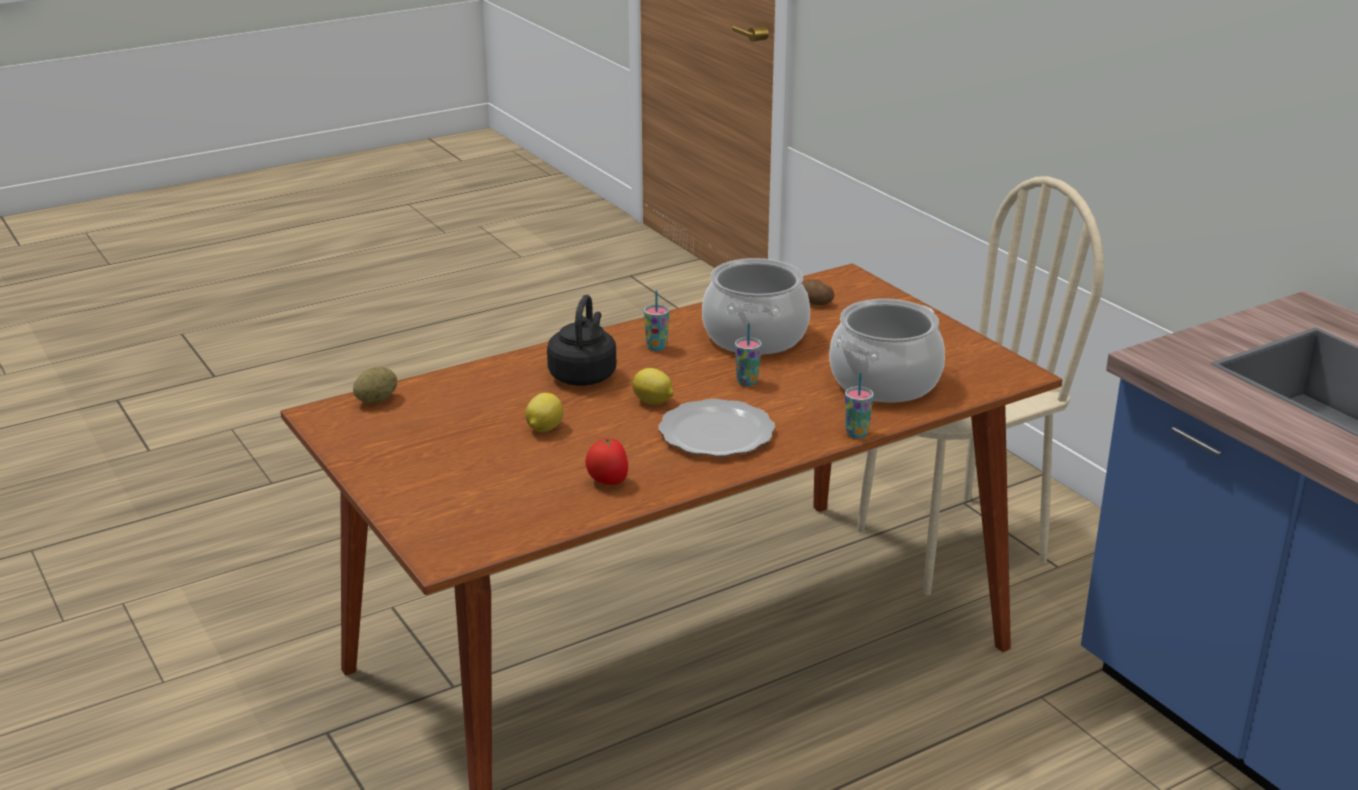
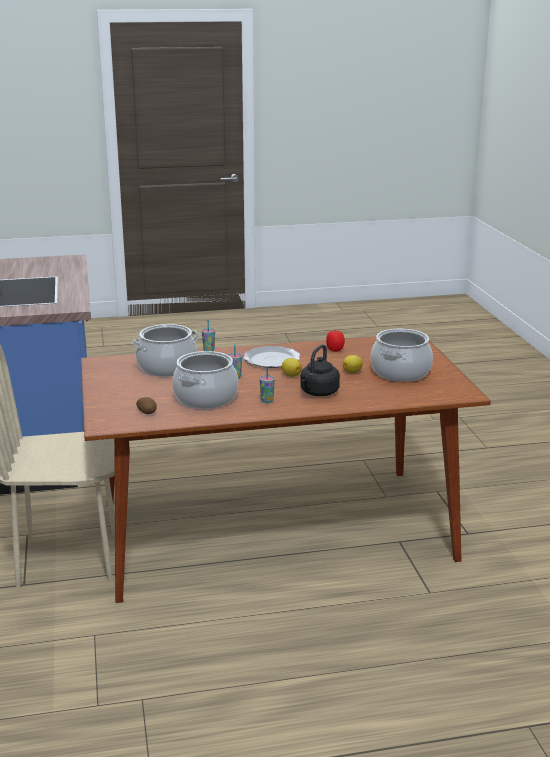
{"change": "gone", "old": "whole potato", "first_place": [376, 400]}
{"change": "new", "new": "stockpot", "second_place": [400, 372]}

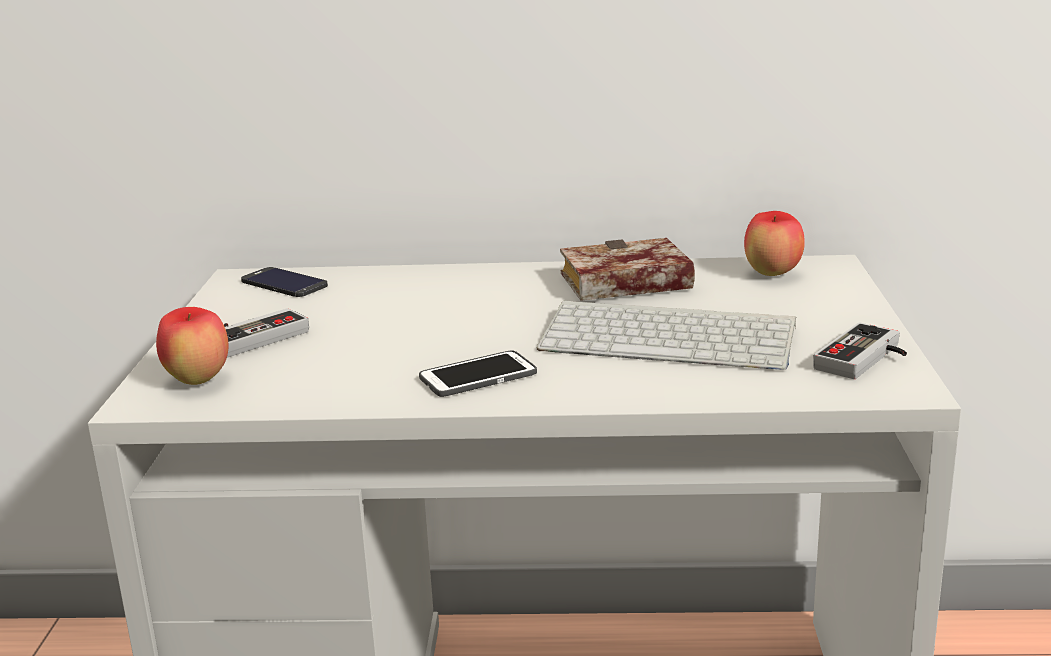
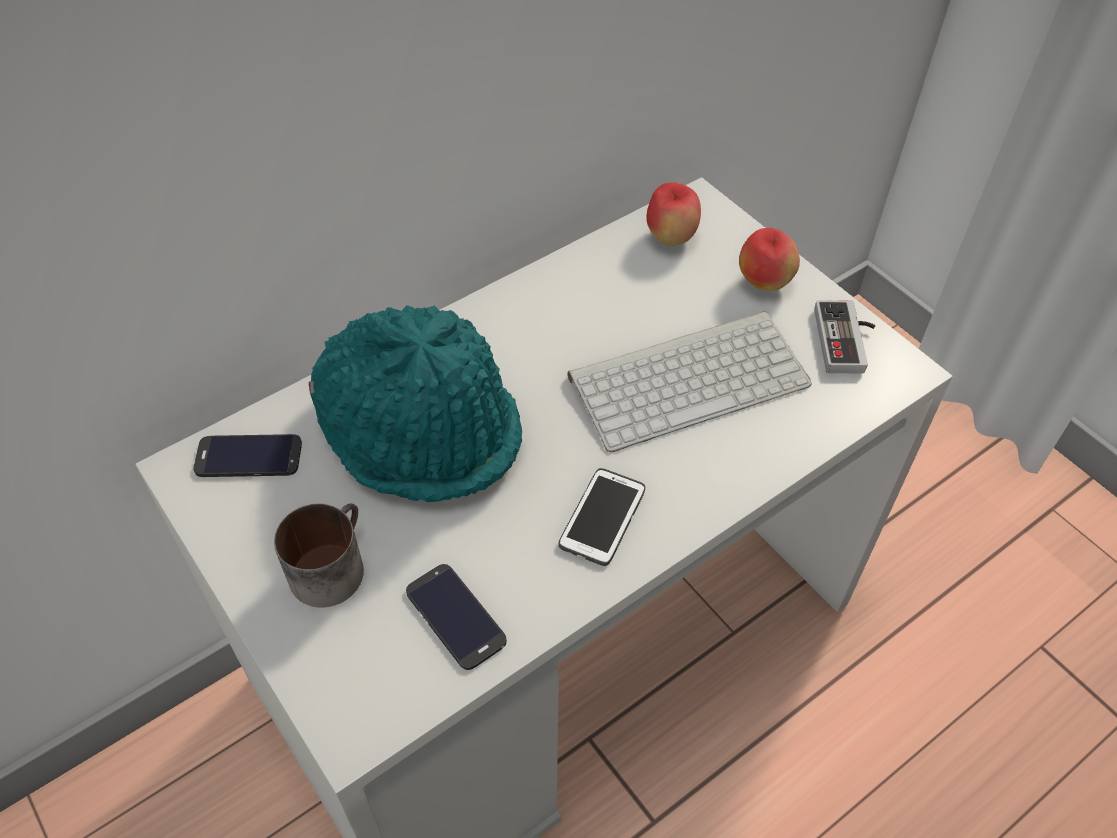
{"change": "gone", "old": "volume", "first_place": [621, 284]}
{"change": "shifted", "old": "apple fruit", "first_place": [198, 380], "second_place": [764, 283]}
{"change": "swapped", "old": "game controller", "new": "mug", "first_place": [253, 336], "second_place": [330, 565]}
{"change": "new", "new": "hat (blue-green)", "second_place": [422, 429]}
{"change": "new", "new": "phone", "second_place": [455, 616]}

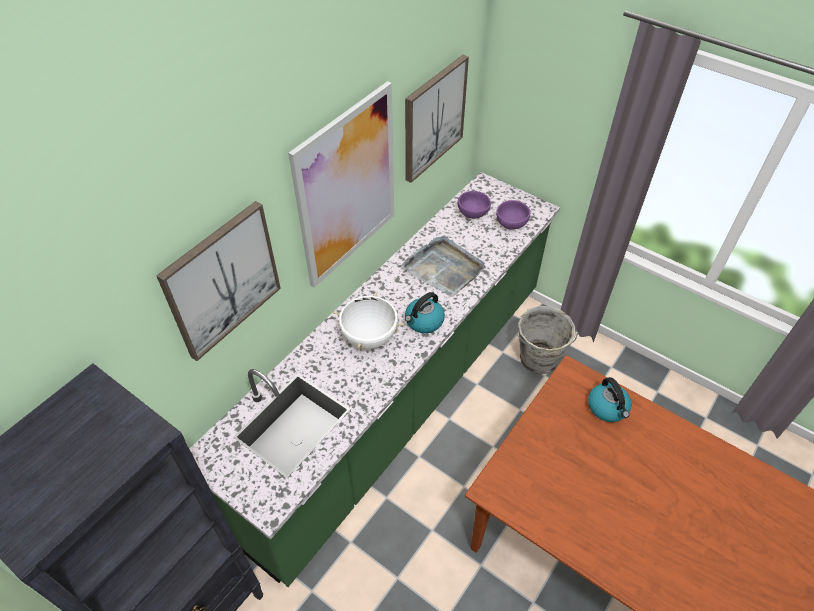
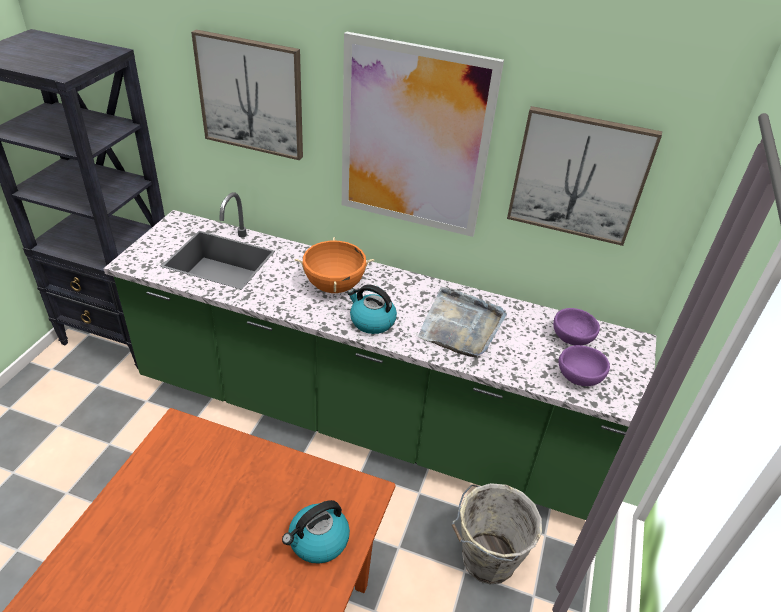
{"change": "repainted", "old": "stockpot (white)", "new": "stockpot (orange)", "first_place": [369, 337], "second_place": [334, 286]}

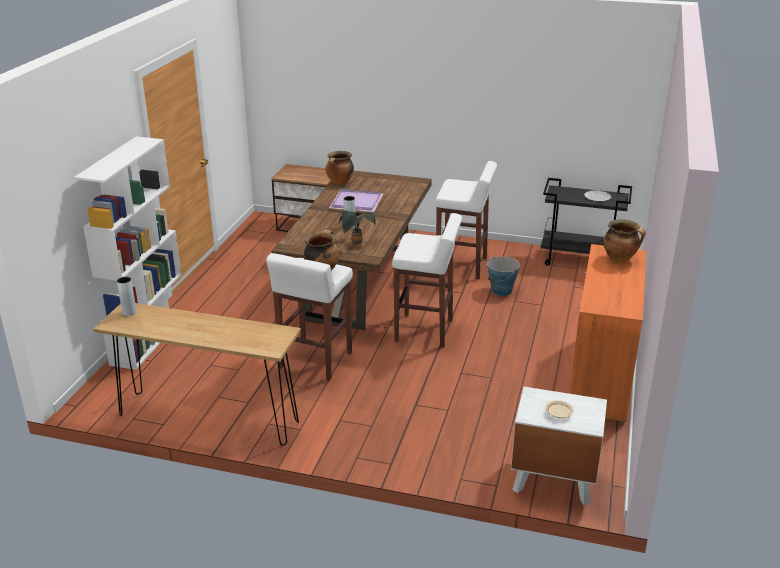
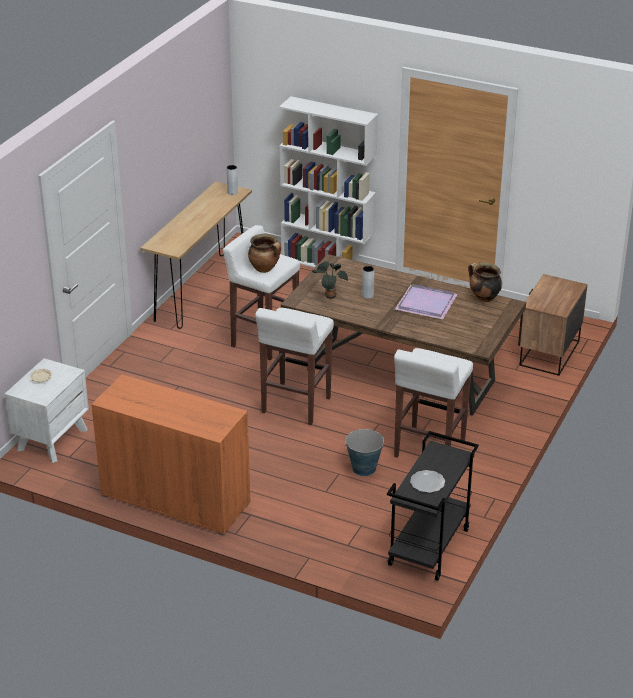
{"change": "gone", "old": "stockpot", "first_place": [620, 259]}

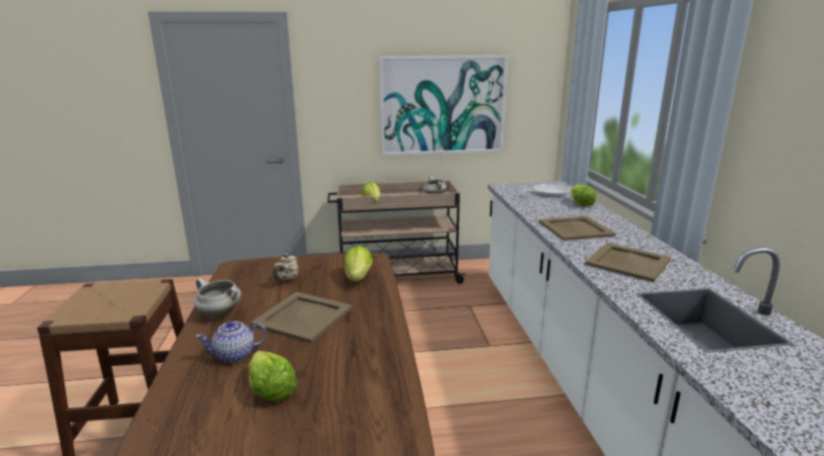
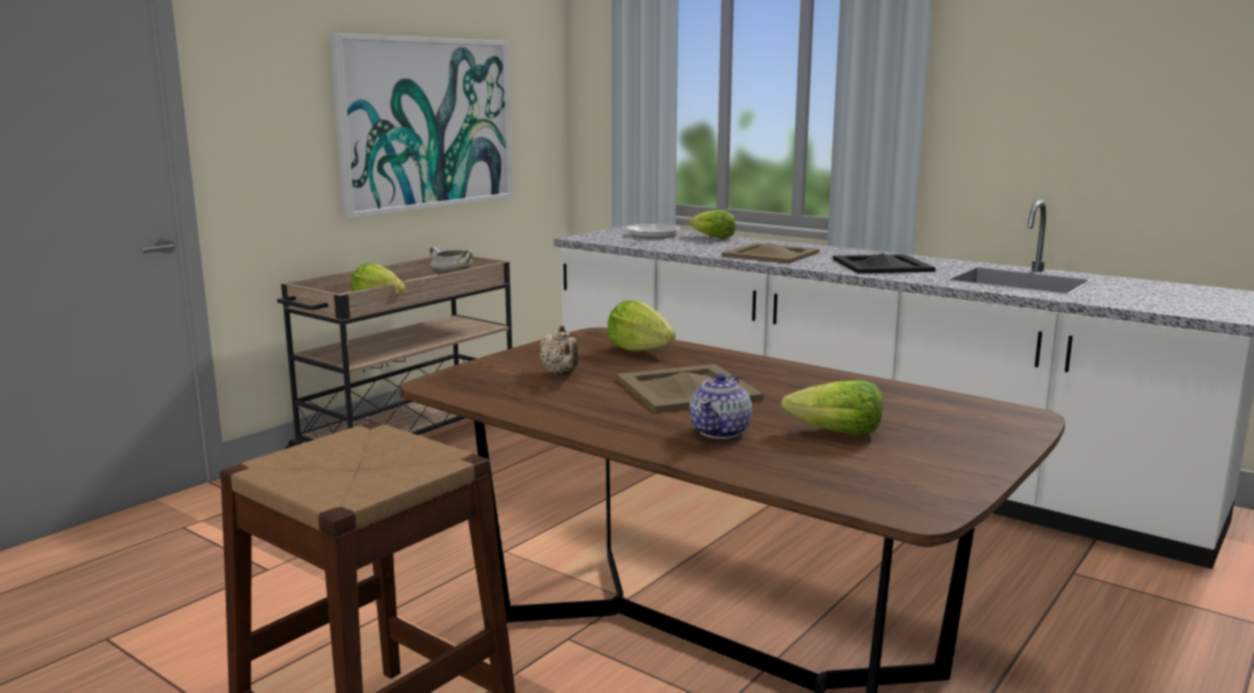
{"change": "repainted", "old": "serving tray (beige)", "new": "serving tray (blackish)", "first_place": [628, 262], "second_place": [882, 265]}
{"change": "gone", "old": "stockpot (white)", "first_place": [219, 313]}

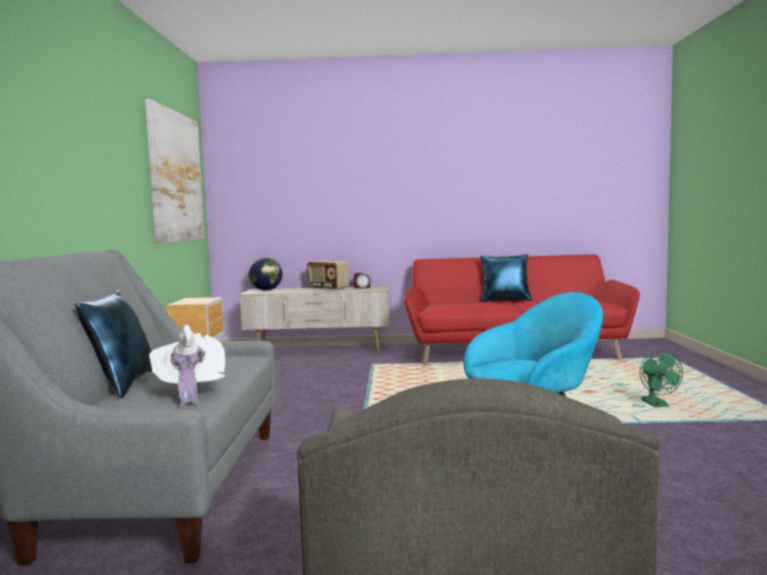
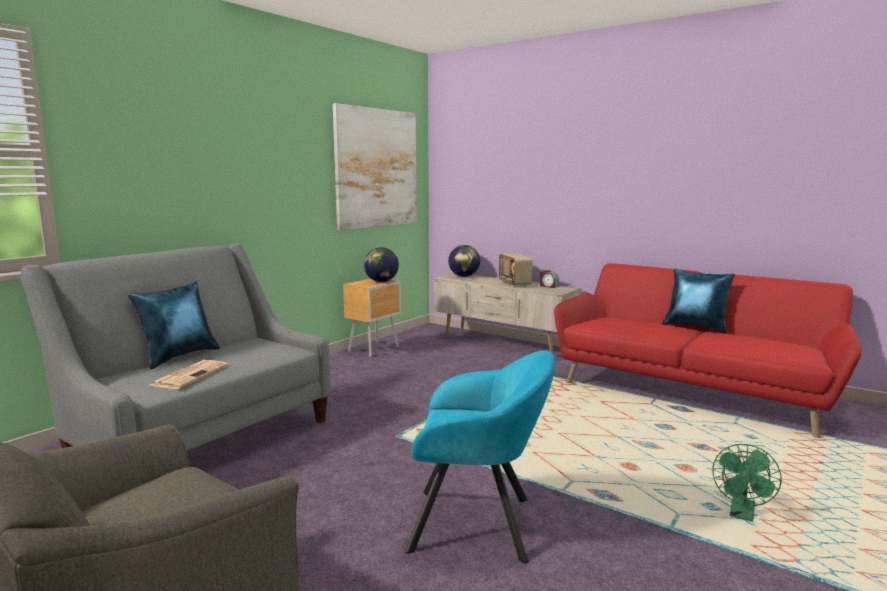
{"change": "swapped", "old": "hat (white)", "new": "printed paper", "first_place": [190, 391], "second_place": [190, 375]}
{"change": "new", "new": "world globe", "second_place": [381, 281]}

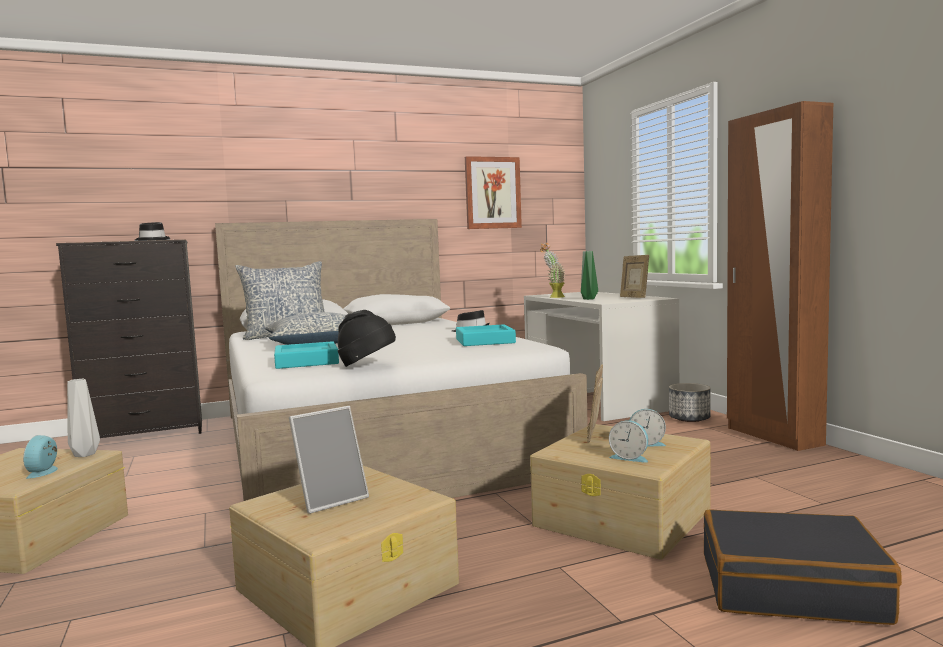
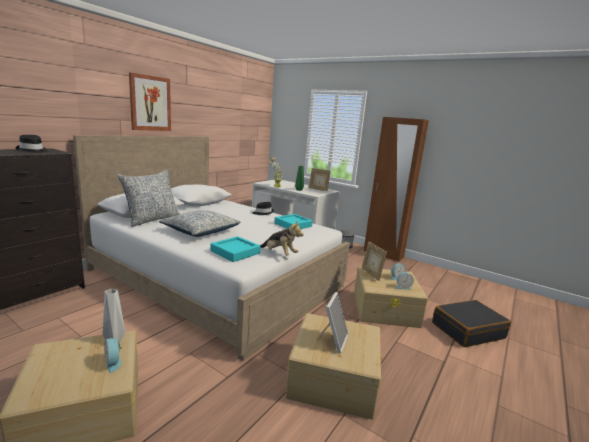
{"change": "shifted", "old": "picture", "first_place": [492, 193], "second_place": [150, 103]}
{"change": "swapped", "old": "hat (blackish)", "new": "soft toy", "first_place": [367, 365], "second_place": [279, 254]}

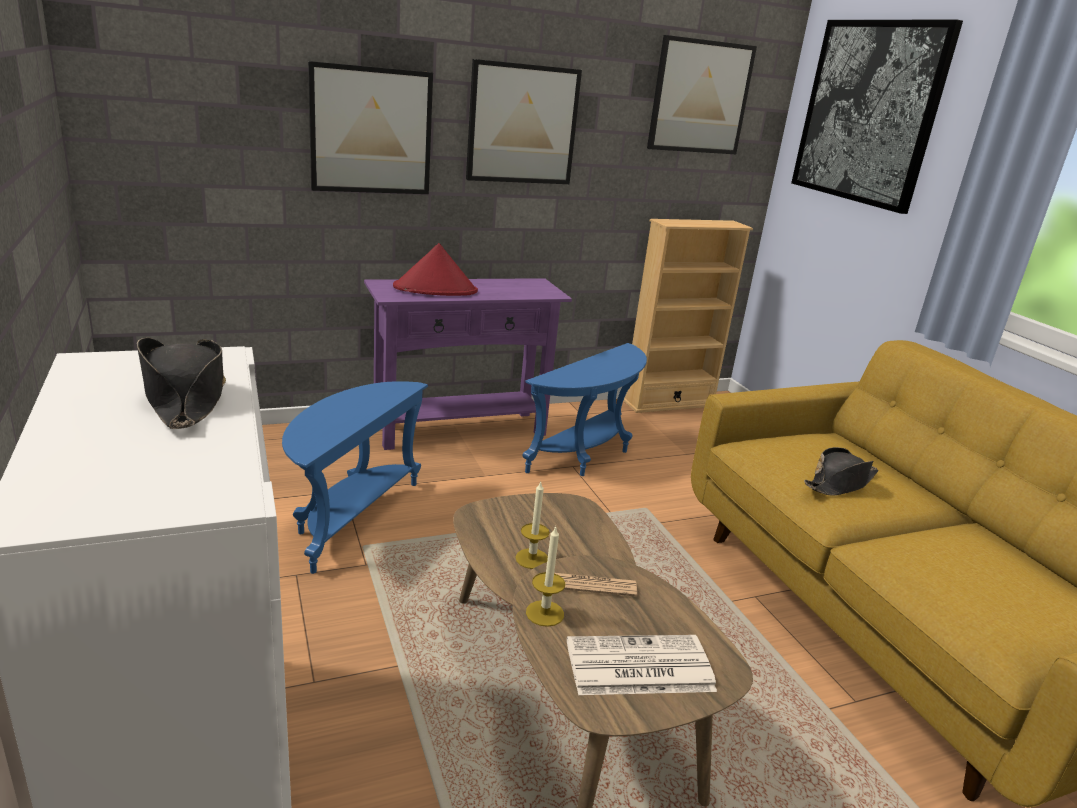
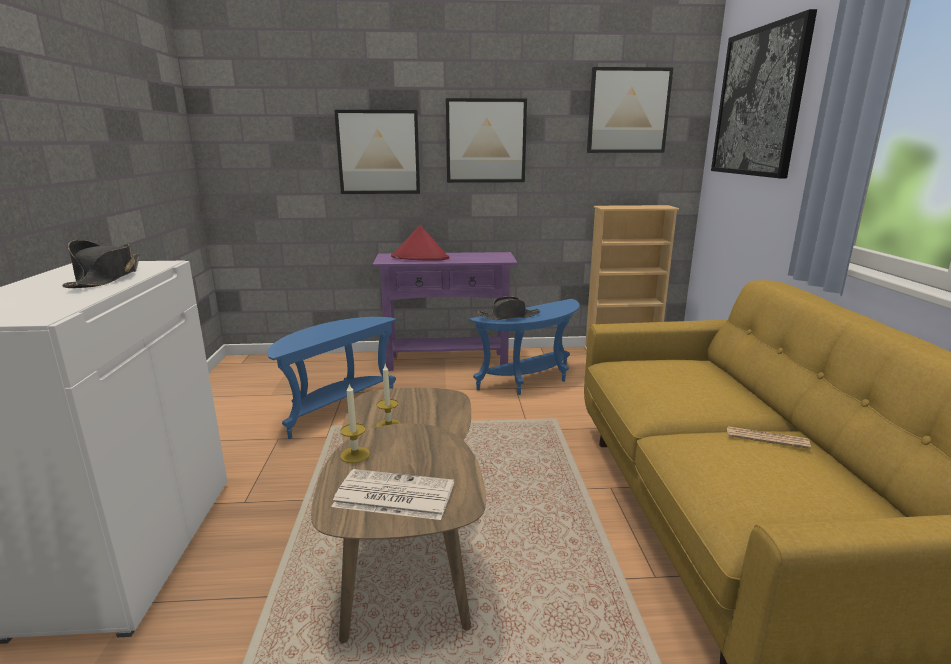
{"change": "shifted", "old": "hat (blackish)", "first_place": [840, 483], "second_place": [509, 316]}
{"change": "shifted", "old": "printed paper", "first_place": [590, 585], "second_place": [766, 438]}

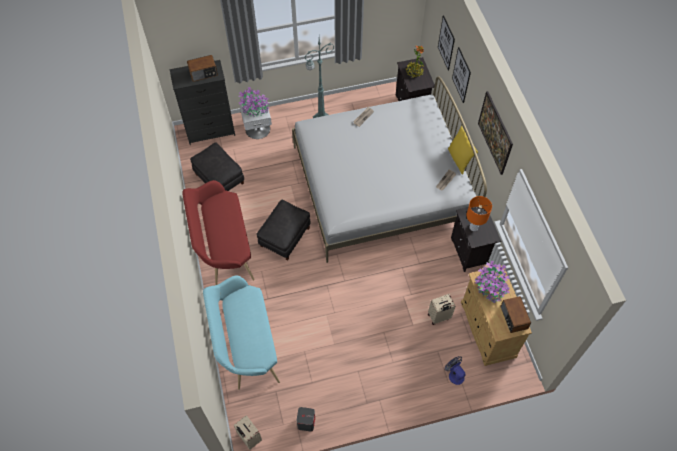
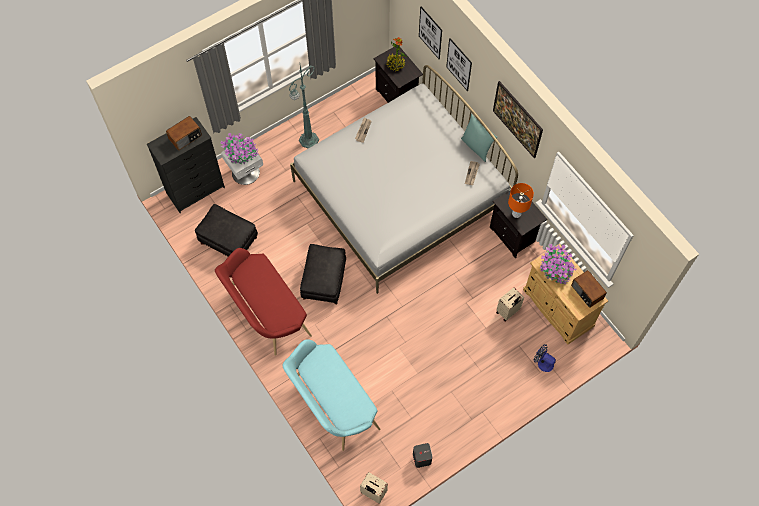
{"change": "repainted", "old": "pillow (yellowish)", "new": "pillow (blue-green)", "first_place": [459, 160], "second_place": [477, 147]}

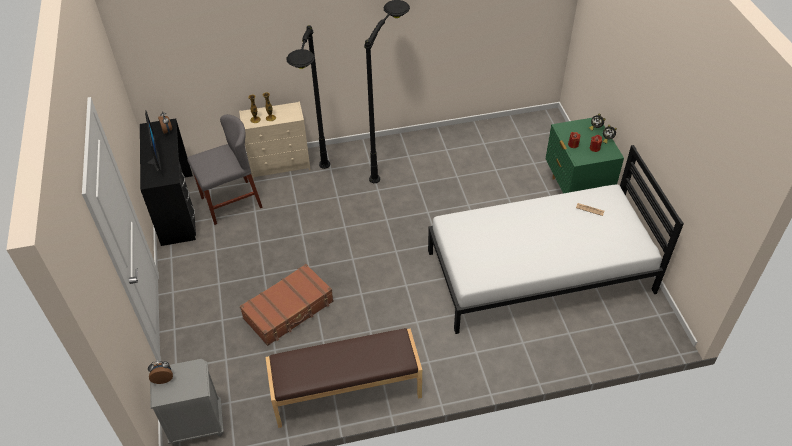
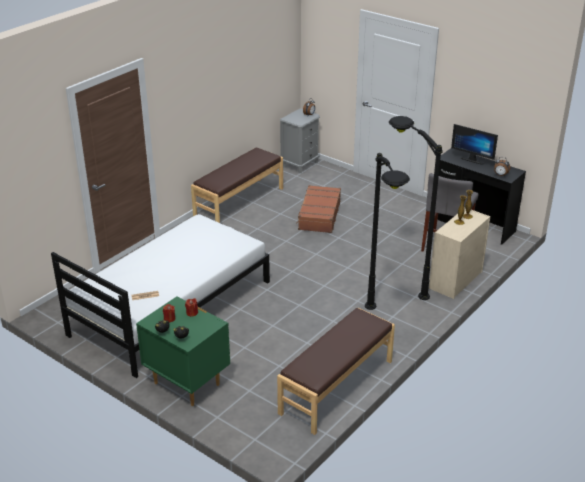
{"change": "new", "new": "bench (brown-coloured)", "second_place": [337, 387]}

